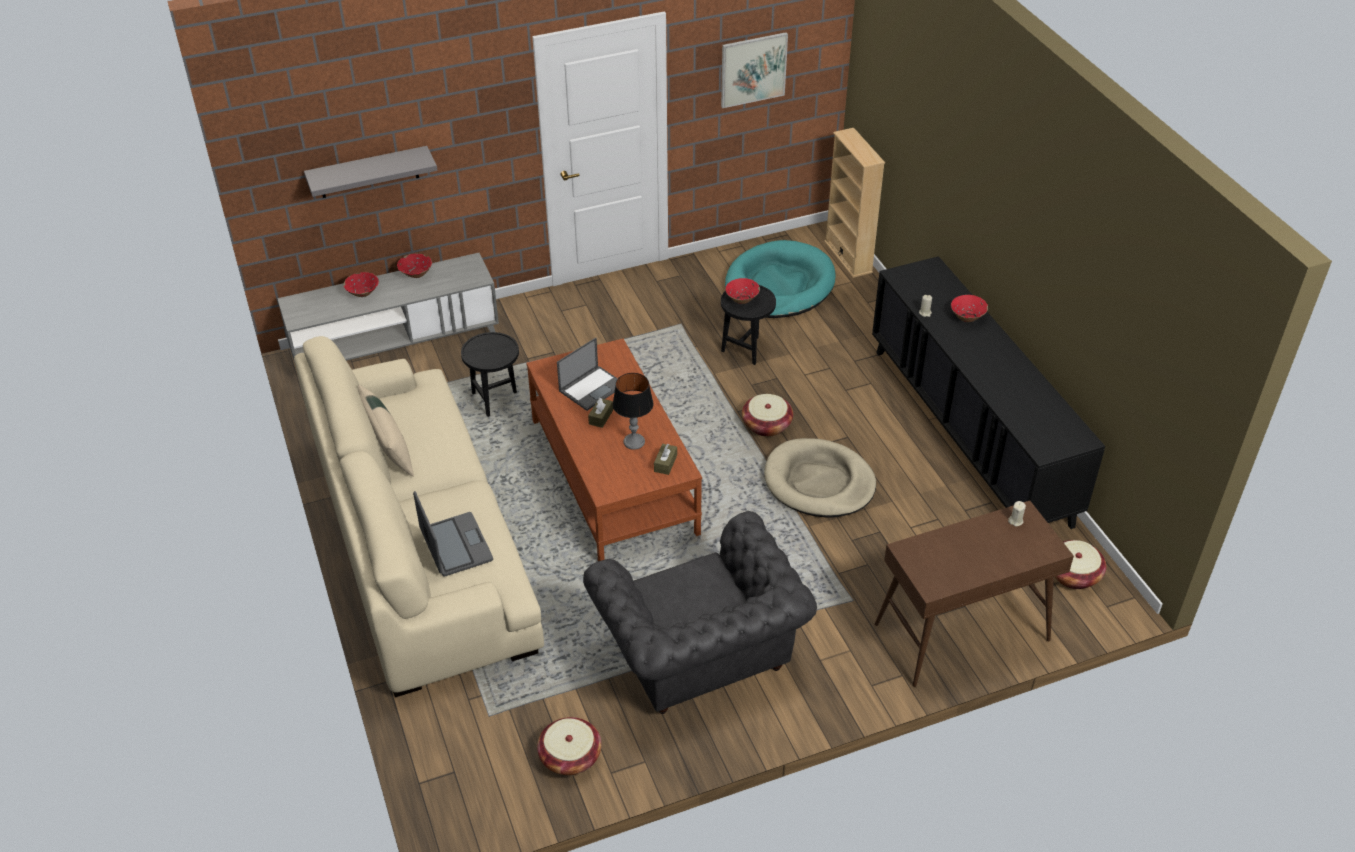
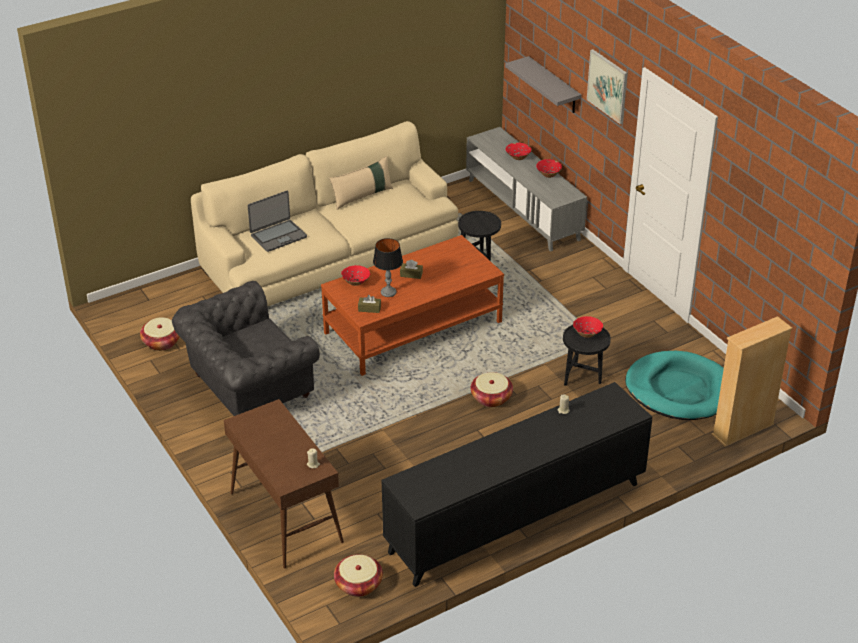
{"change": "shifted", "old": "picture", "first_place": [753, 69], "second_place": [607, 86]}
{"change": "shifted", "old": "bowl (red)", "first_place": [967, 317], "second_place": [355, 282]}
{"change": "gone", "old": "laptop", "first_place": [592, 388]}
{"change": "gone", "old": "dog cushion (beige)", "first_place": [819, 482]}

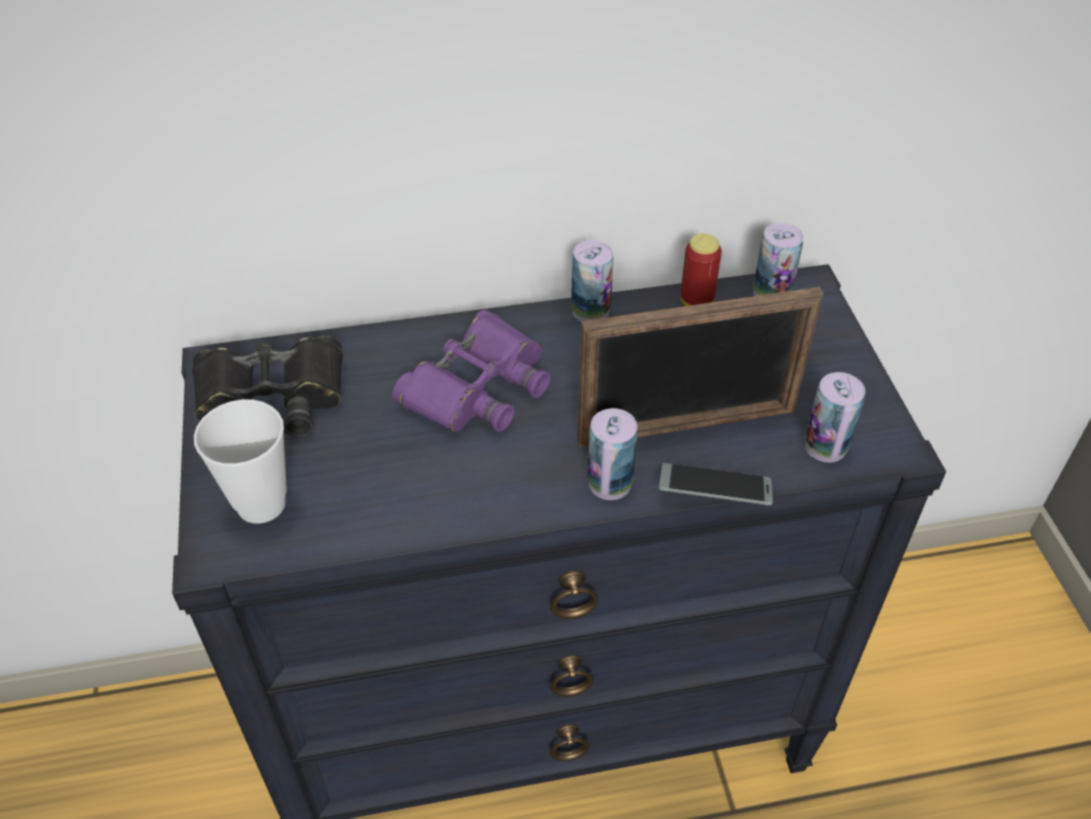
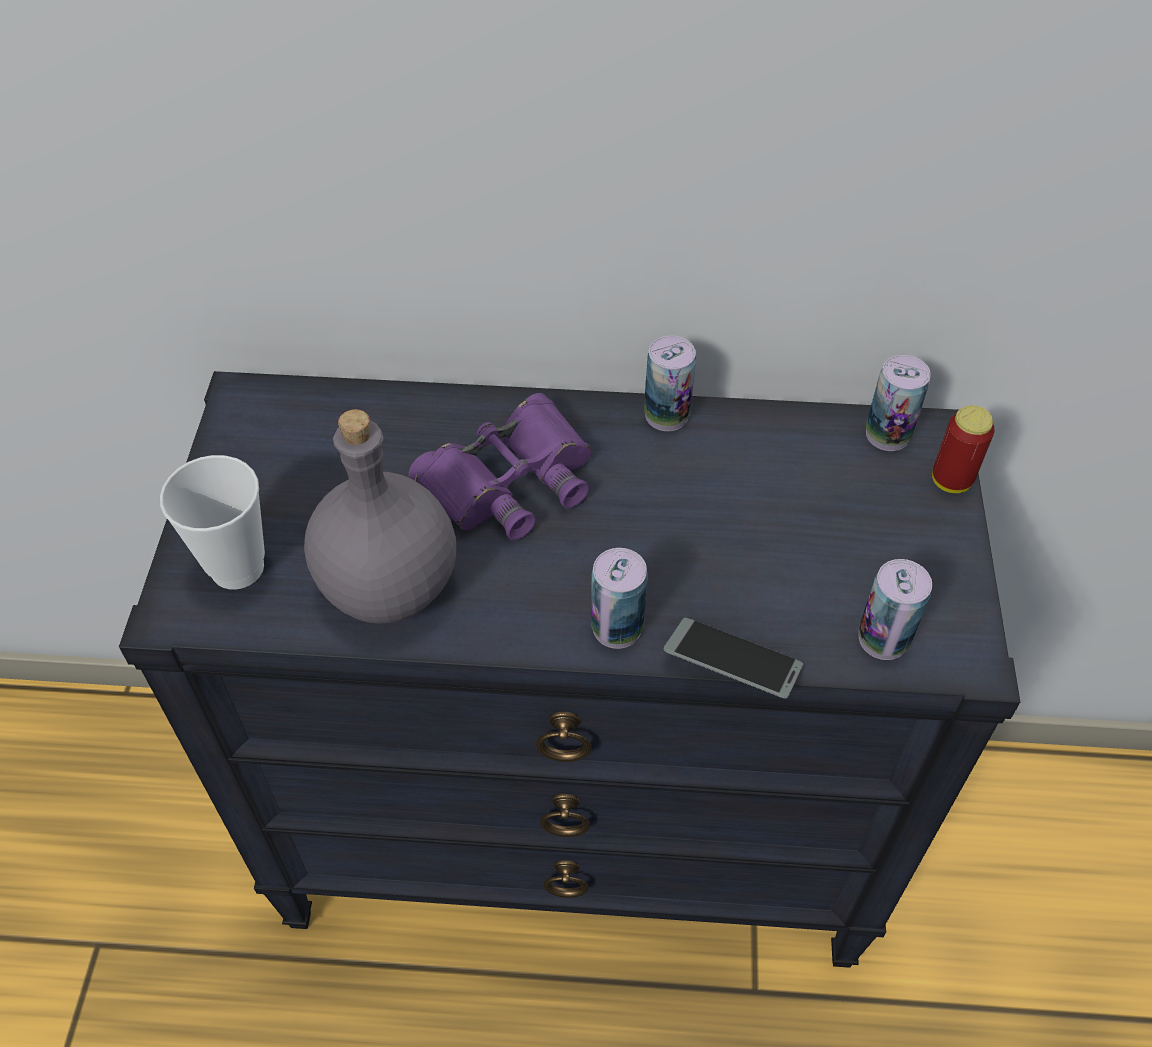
{"change": "shifted", "old": "can", "first_place": [696, 301], "second_place": [951, 480]}
{"change": "gone", "old": "standing frame", "first_place": [687, 426]}
{"change": "gone", "old": "pair of binoculars (blackish)", "first_place": [271, 399]}
{"change": "new", "new": "drink bottle (gray)", "second_place": [388, 584]}

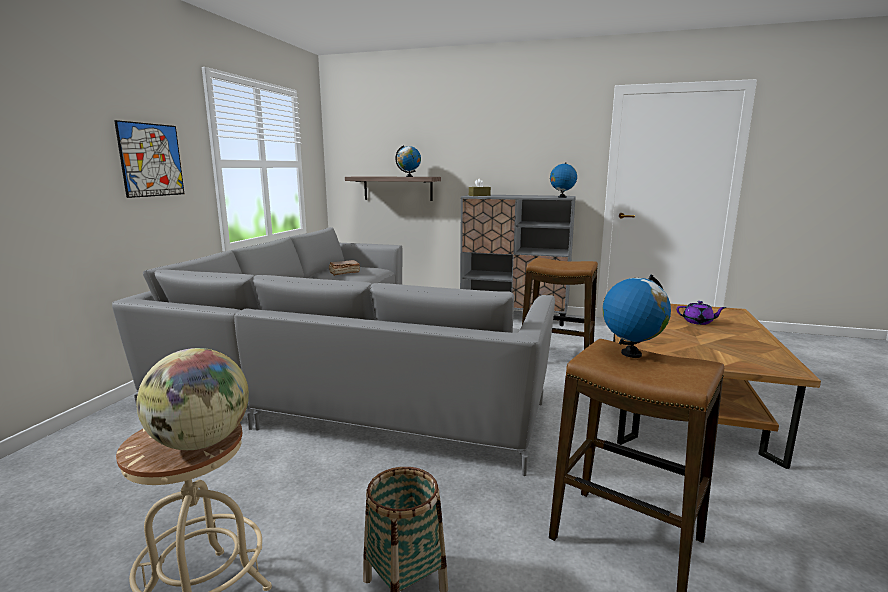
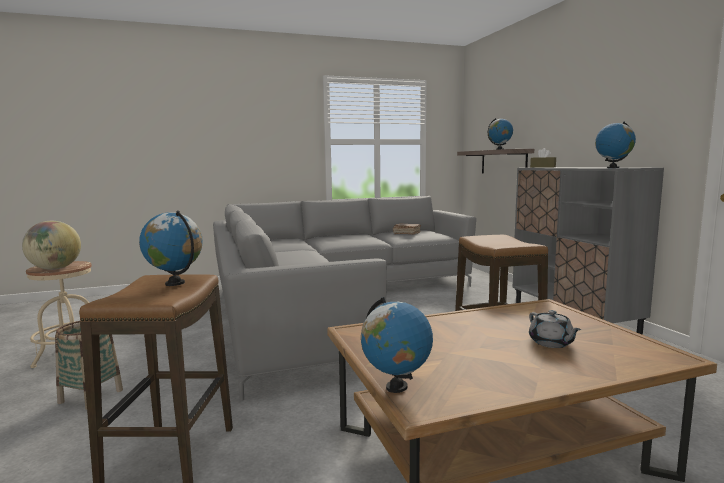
{"change": "gone", "old": "picture", "first_place": [151, 160]}
{"change": "repainted", "old": "teapot (purple-coloured)", "new": "teapot (gray)", "first_place": [698, 322], "second_place": [551, 343]}
{"change": "new", "new": "world globe", "second_place": [396, 387]}

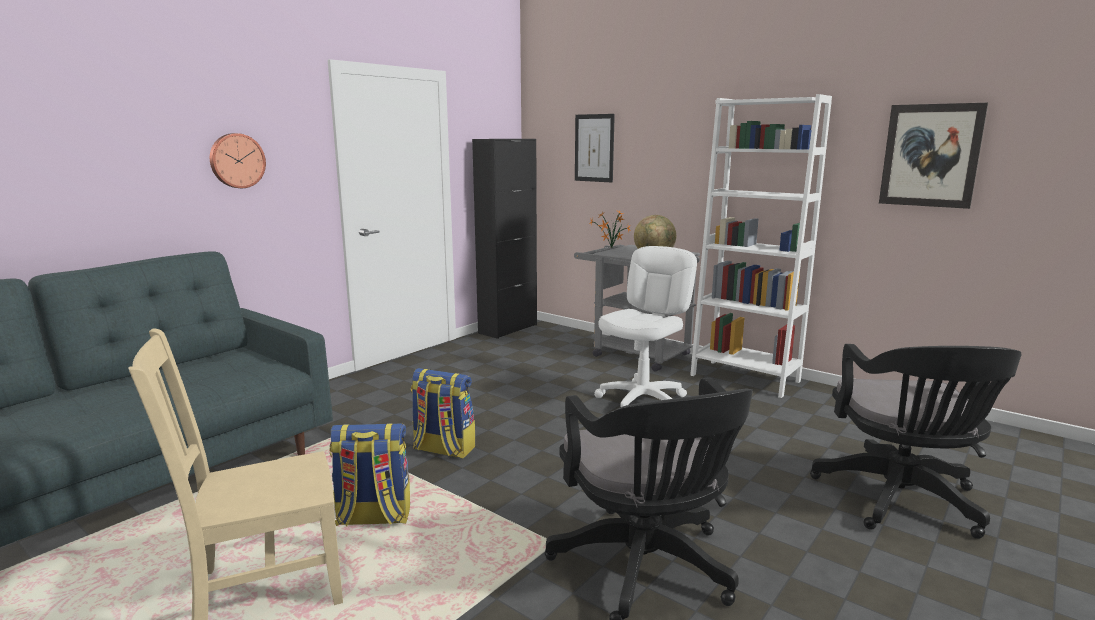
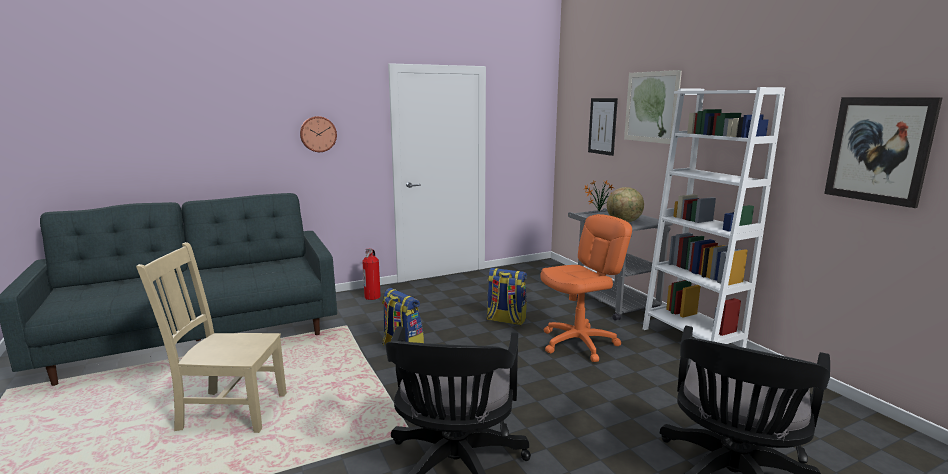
{"change": "gone", "old": "cabinet (blackish)", "first_place": [508, 329]}
{"change": "repainted", "old": "computer chair (white)", "new": "computer chair (orange)", "first_place": [643, 401], "second_place": [579, 343]}
{"change": "shifted", "old": "backpack", "first_place": [373, 518], "second_place": [505, 320]}
{"change": "new", "new": "picture", "second_place": [651, 107]}
{"change": "new", "new": "extinguisher", "second_place": [373, 297]}

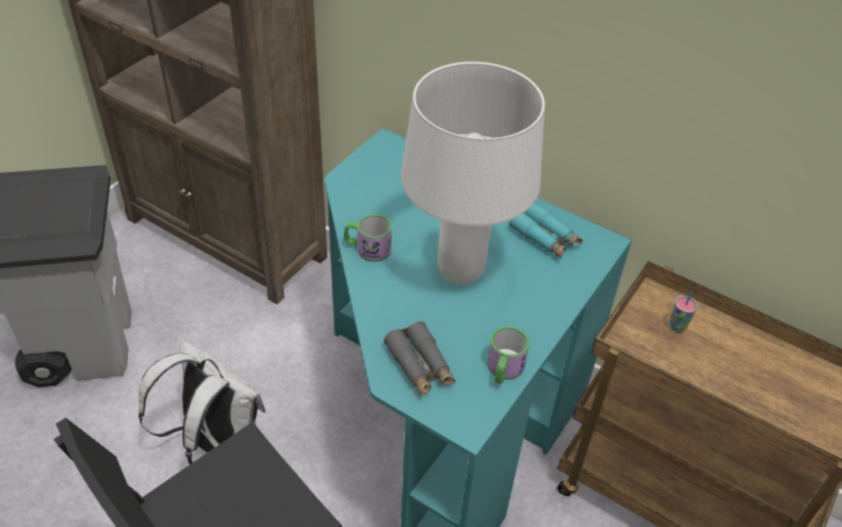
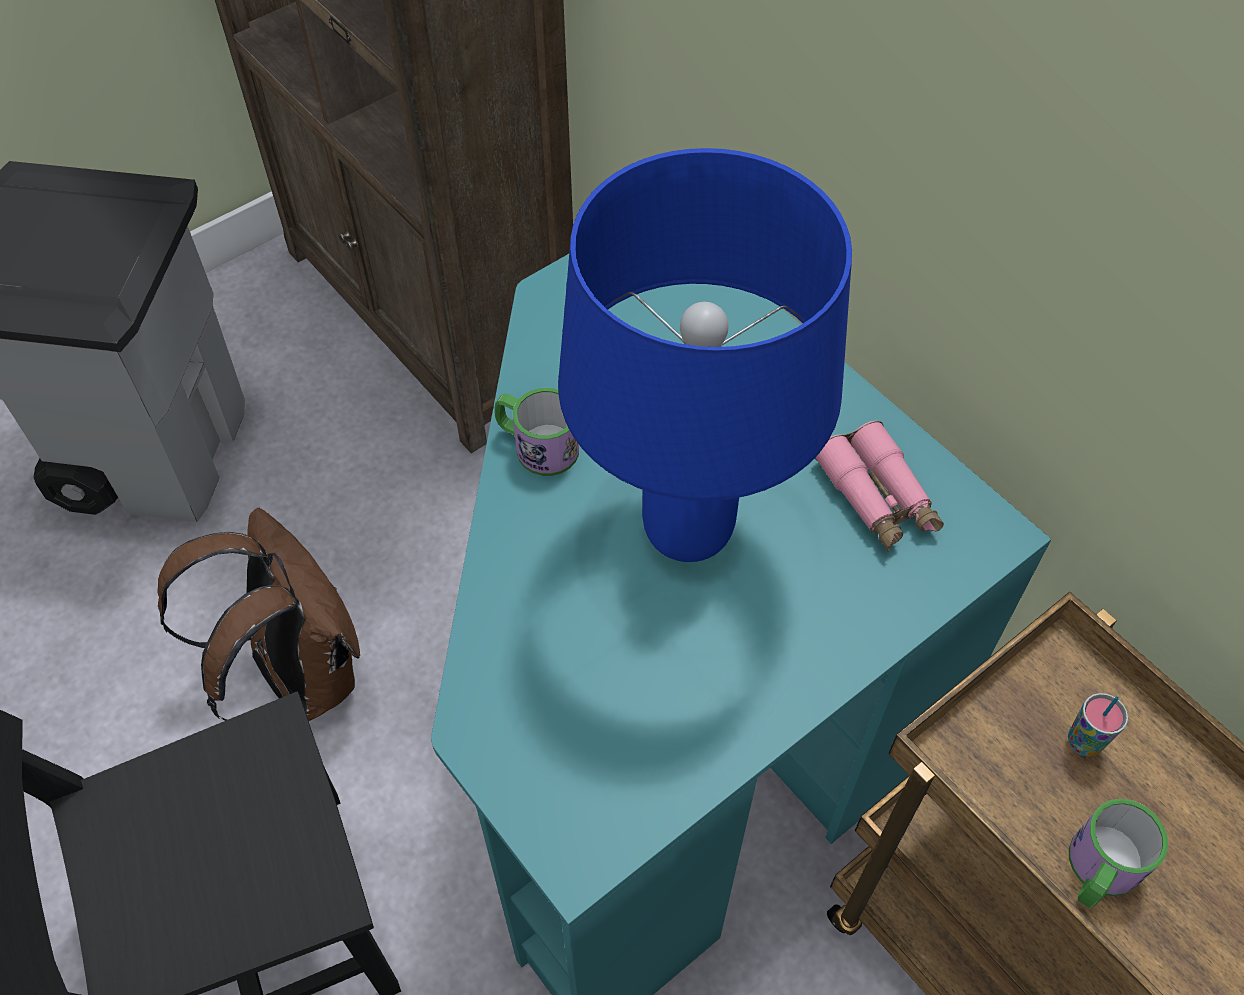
{"change": "repainted", "old": "tabletop lamp (white)", "new": "tabletop lamp (bluish)", "first_place": [461, 272], "second_place": [689, 533]}
{"change": "repainted", "old": "pair of binoculars (blue-green)", "new": "pair of binoculars (pink-coloured)", "first_place": [545, 238], "second_place": [877, 497]}
{"change": "gone", "old": "pair of binoculars (gray)", "first_place": [420, 366]}
{"change": "shifted", "old": "mug", "first_place": [503, 370], "second_place": [1099, 871]}
{"change": "repainted", "old": "backpack (white)", "new": "backpack (brown-coloured)", "first_place": [216, 443], "second_place": [298, 674]}

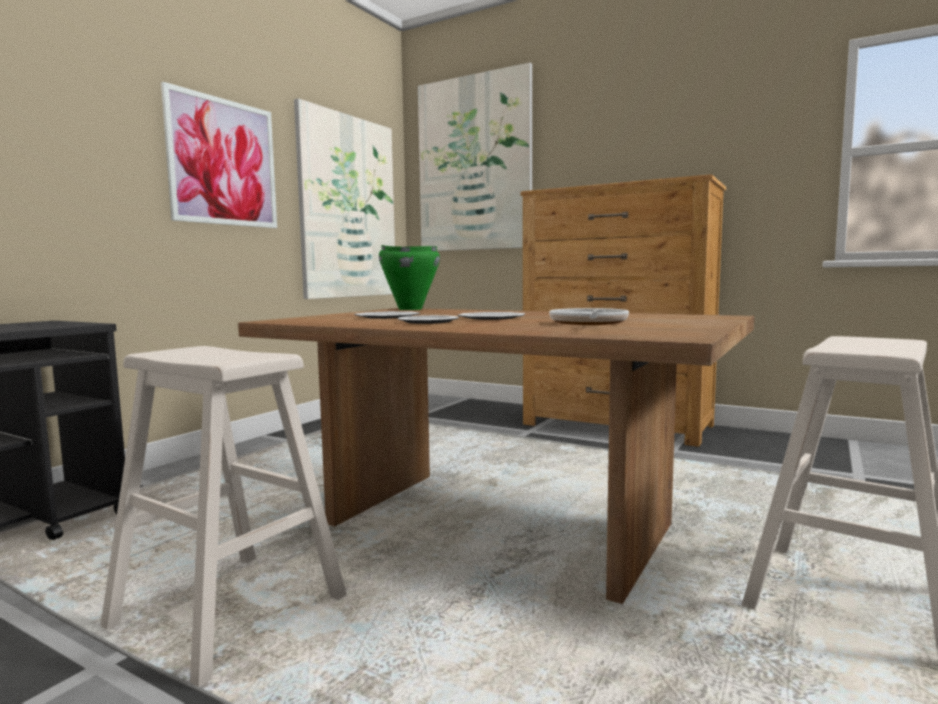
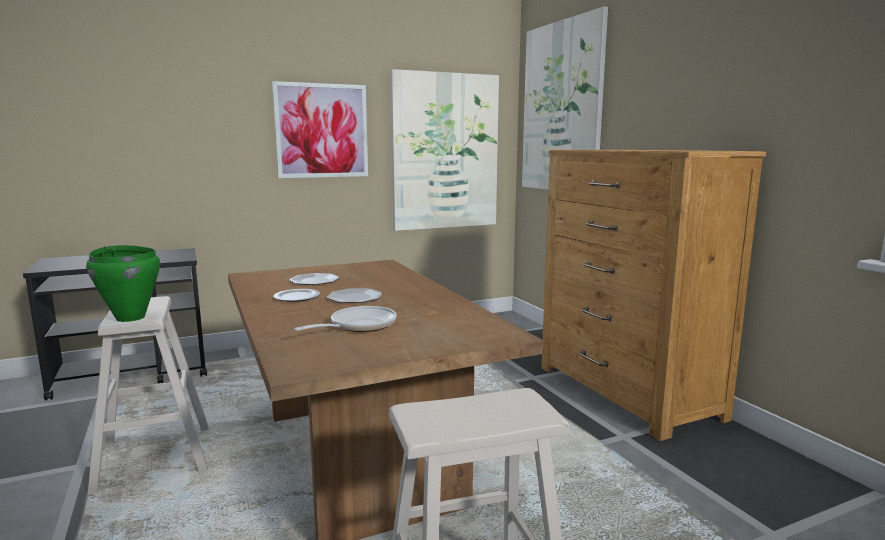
{"change": "shifted", "old": "stockpot (green-coloured)", "first_place": [410, 309], "second_place": [131, 318]}

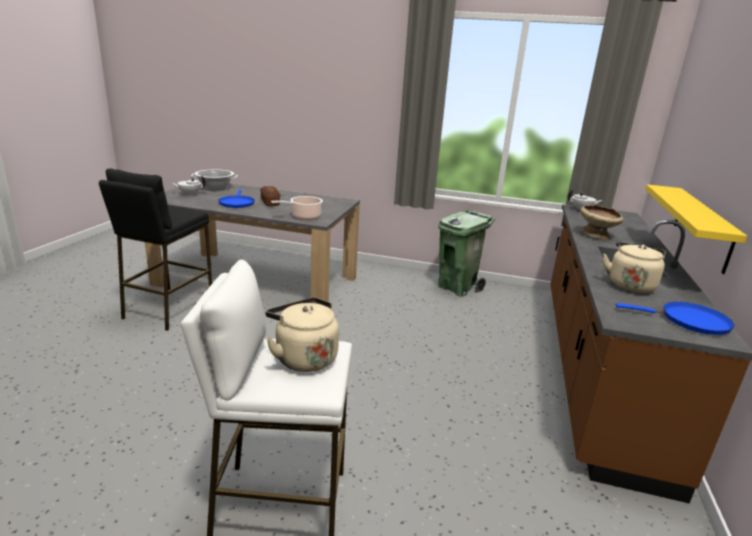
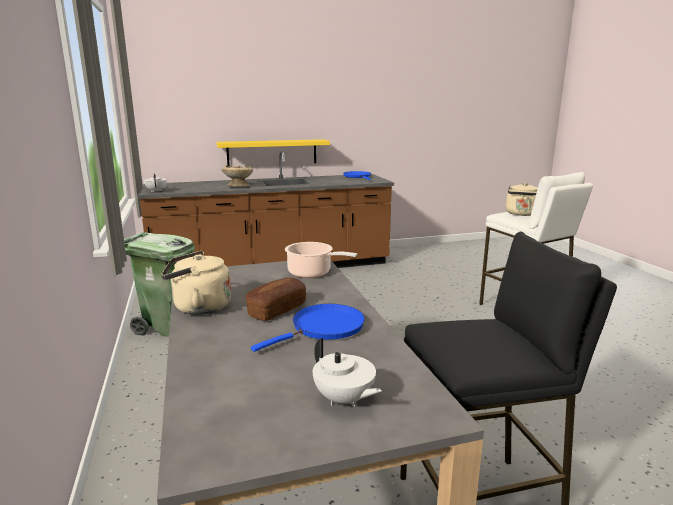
{"change": "gone", "old": "stockpot", "first_place": [215, 188]}
{"change": "shifted", "old": "water kettle (beige)", "first_place": [630, 285], "second_place": [198, 307]}

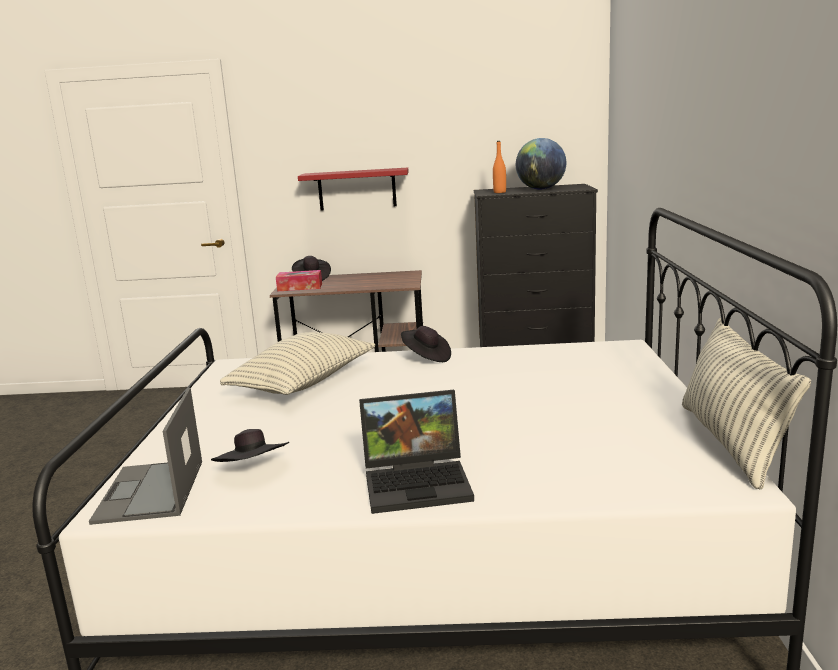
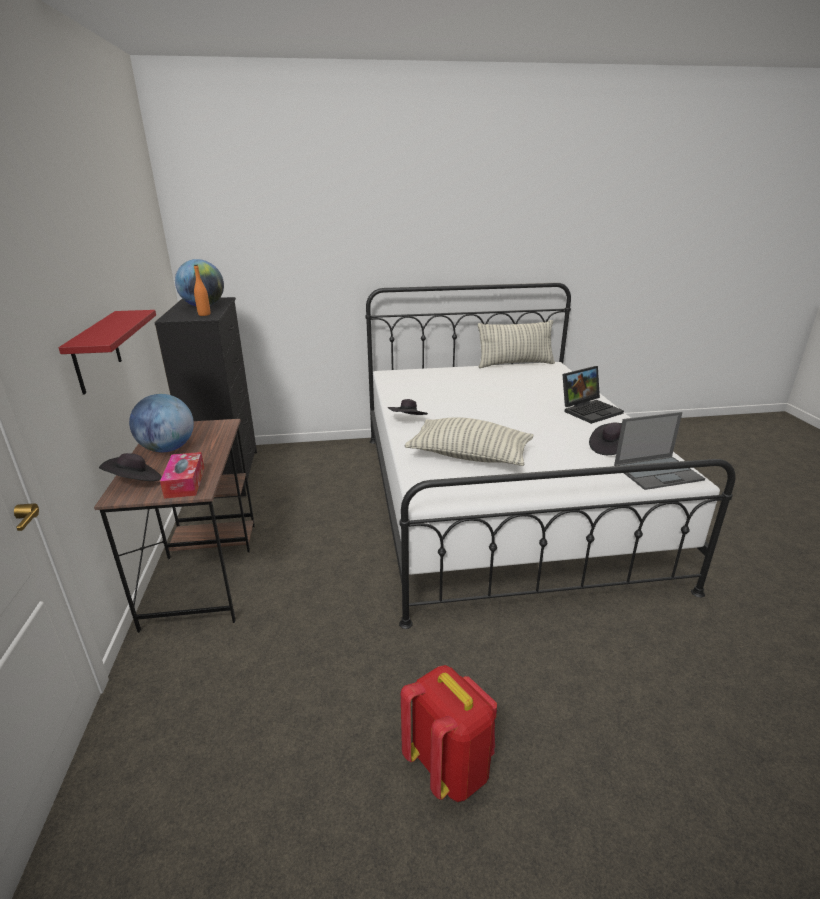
{"change": "rotated", "old": "laptop", "first_place": [419, 482], "second_place": [590, 410], "degrees": 75}
{"change": "new", "new": "world globe", "second_place": [168, 449]}
{"change": "new", "new": "backpack (red)", "second_place": [450, 767]}

